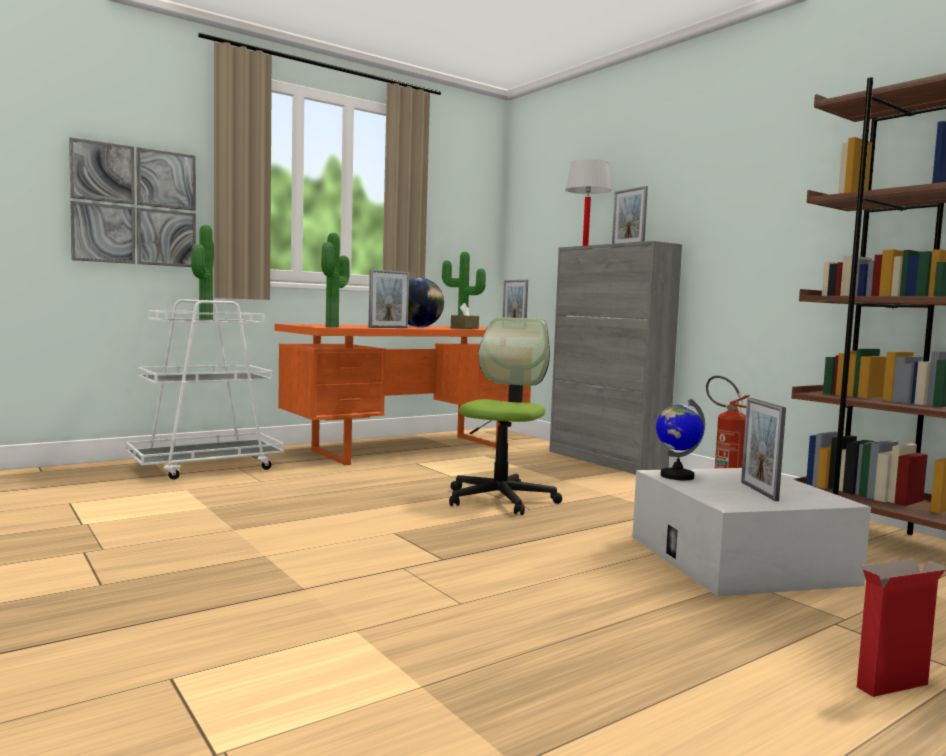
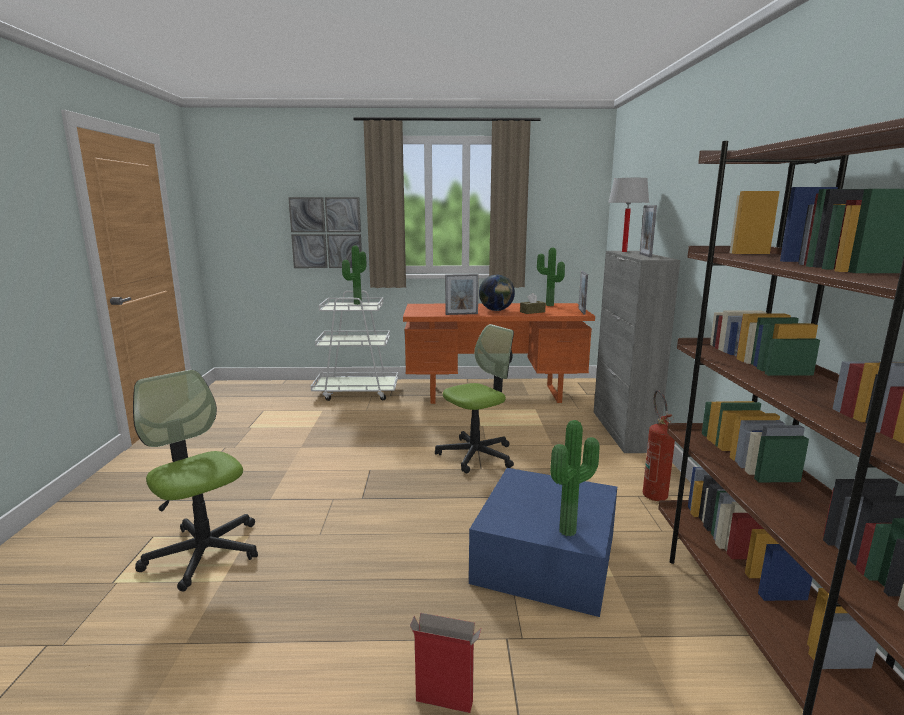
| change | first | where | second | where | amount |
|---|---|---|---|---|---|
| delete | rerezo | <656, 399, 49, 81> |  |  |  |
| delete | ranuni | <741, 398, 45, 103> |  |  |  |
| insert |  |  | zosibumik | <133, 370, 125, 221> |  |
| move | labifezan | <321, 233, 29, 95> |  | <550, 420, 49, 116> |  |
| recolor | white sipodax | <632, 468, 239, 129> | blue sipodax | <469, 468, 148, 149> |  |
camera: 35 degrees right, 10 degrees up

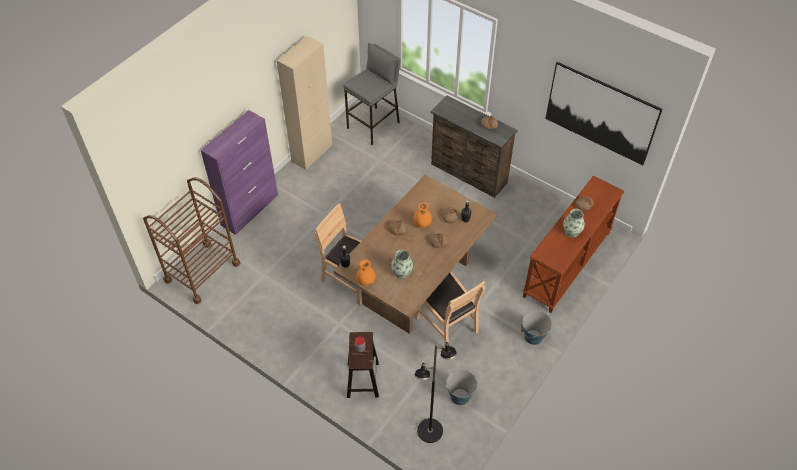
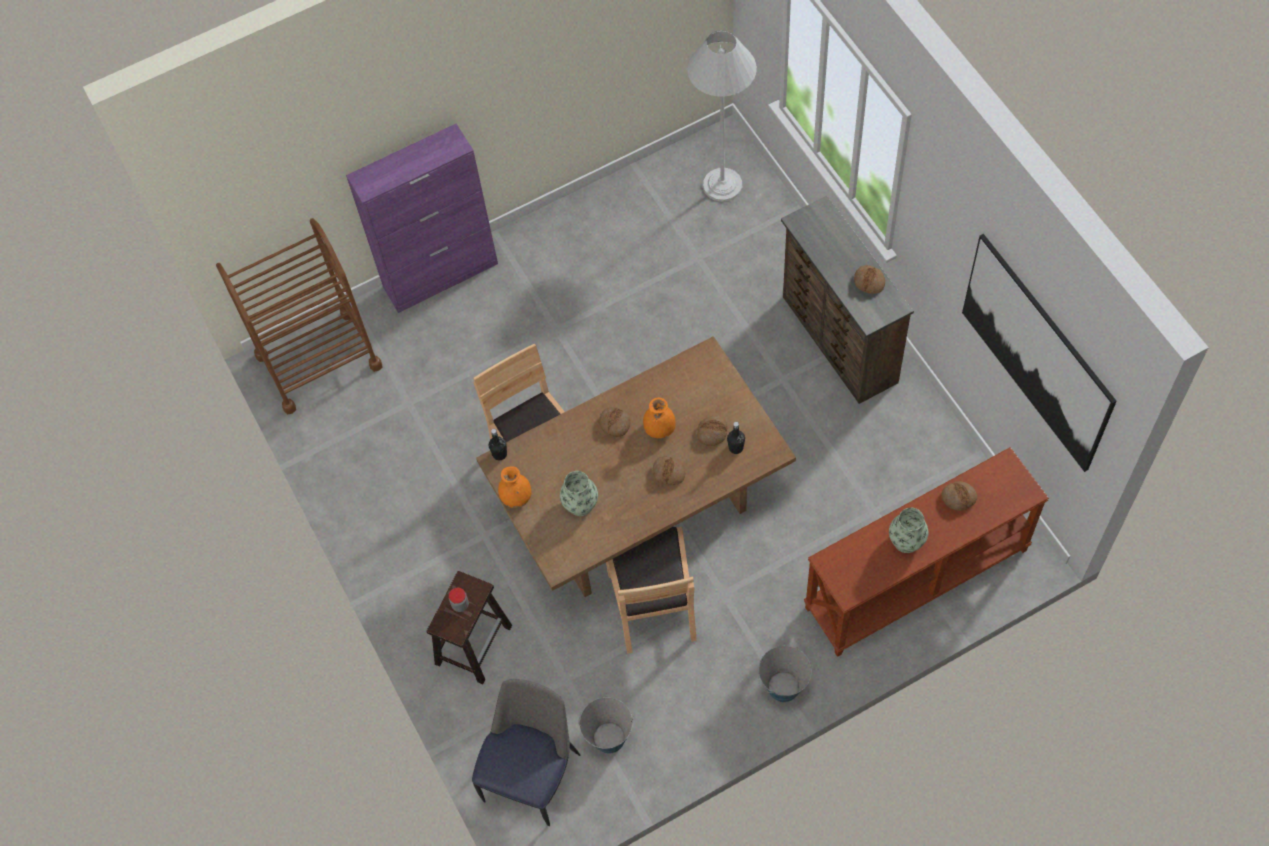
| change | first | where | second | where | amount |
|---|---|---|---|---|---|
| delete | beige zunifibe | <277, 36, 55, 134> |  |  |  |
| replace | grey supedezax | <343, 43, 58, 102> | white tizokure | <687, 30, 70, 172> |  |
| replace | black tizokure | <415, 342, 42, 101> | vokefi | <472, 679, 108, 147> |  |
camera: 30 degrees right, 10 degrees up

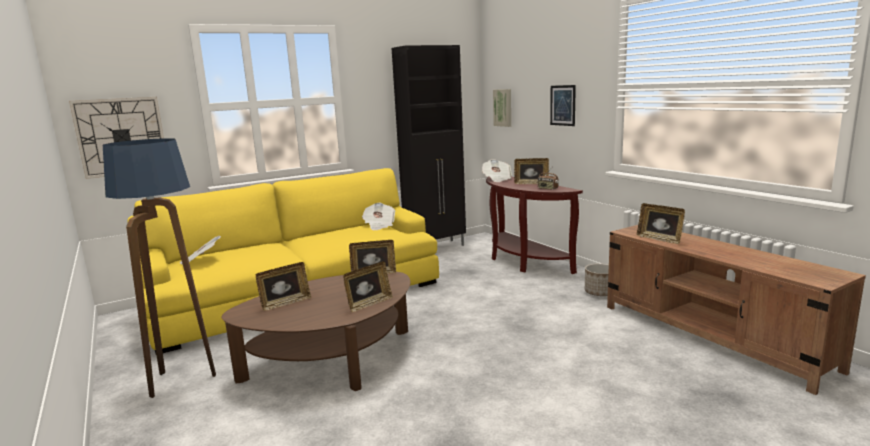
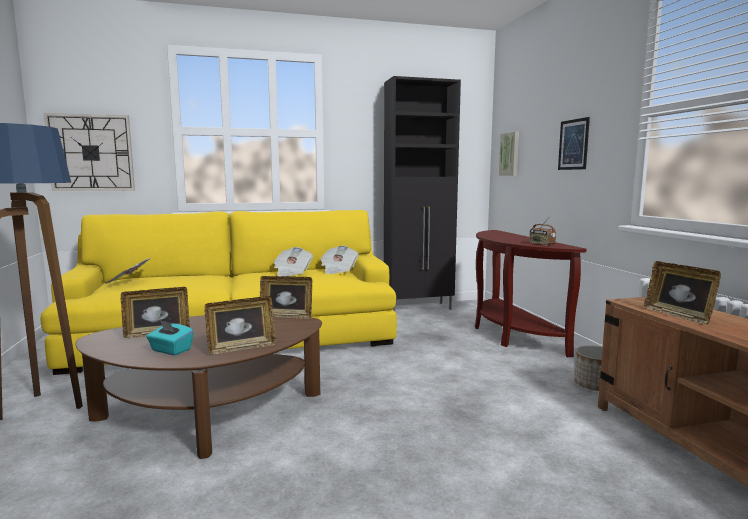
| change | first | where | second | where | amount |
|---|---|---|---|---|---|
| delete | ranuni | <514, 158, 35, 26> |  |  |  |
| insert |  |  | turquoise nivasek | <146, 320, 48, 35> |  |
| move | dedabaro | <482, 159, 30, 23> |  | <274, 247, 39, 30> |  |
camera: 15 degrees right, 5 degrees down

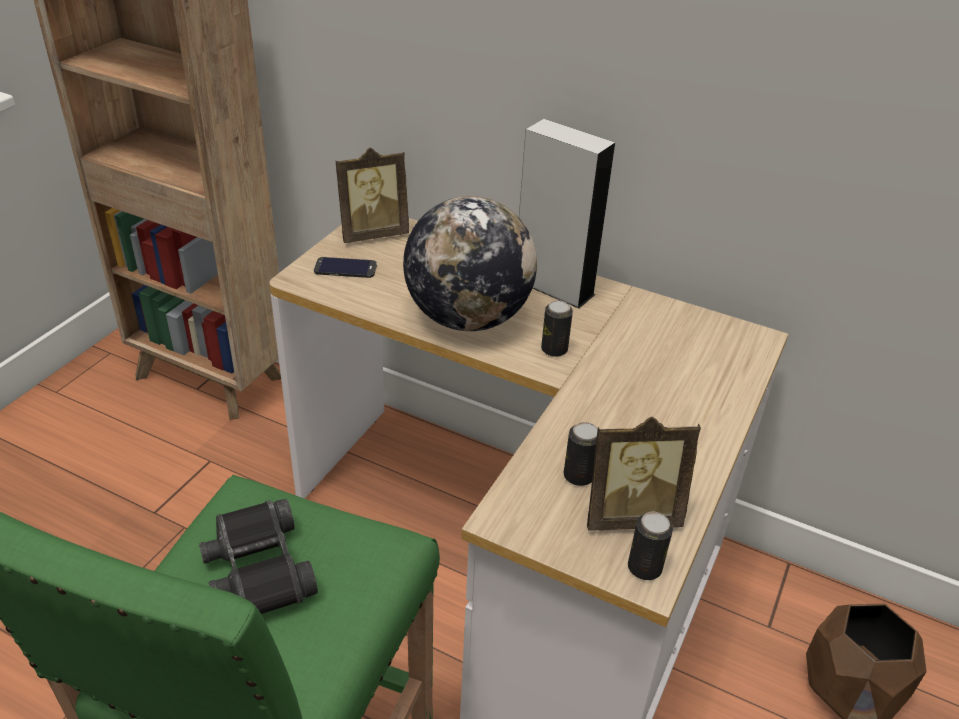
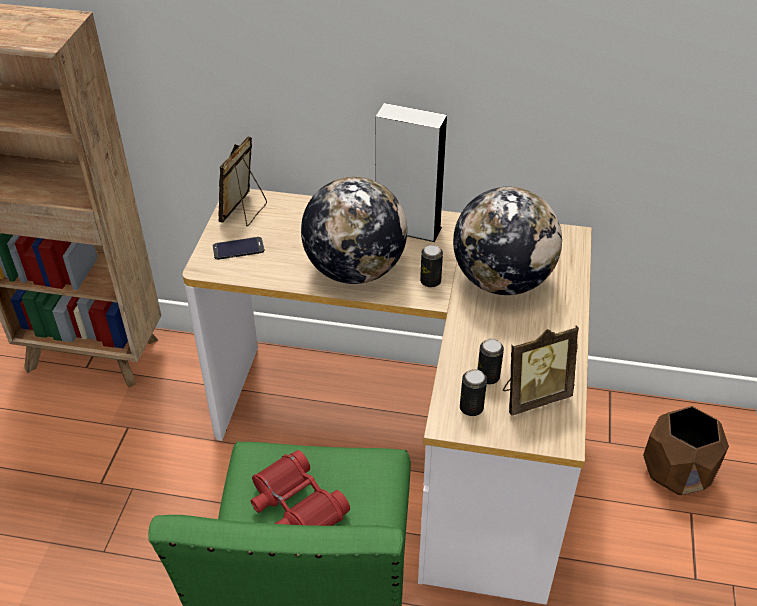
| change | first | where | second | where | amount |
|---|---|---|---|---|---|
| insert |  |  | rerezo | <453, 187, 109, 108> |  |
| move | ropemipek | <628, 512, 45, 68> |  | <460, 369, 27, 47> |  |
| recolor | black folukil | <199, 499, 119, 115> | red folukil | <251, 450, 99, 76> |  |
| rotate | ranuni | <335, 148, 74, 95> |  | <218, 136, 49, 90> | 150 degrees clockwise |
camera: 15 degrees left, 5 degrees up

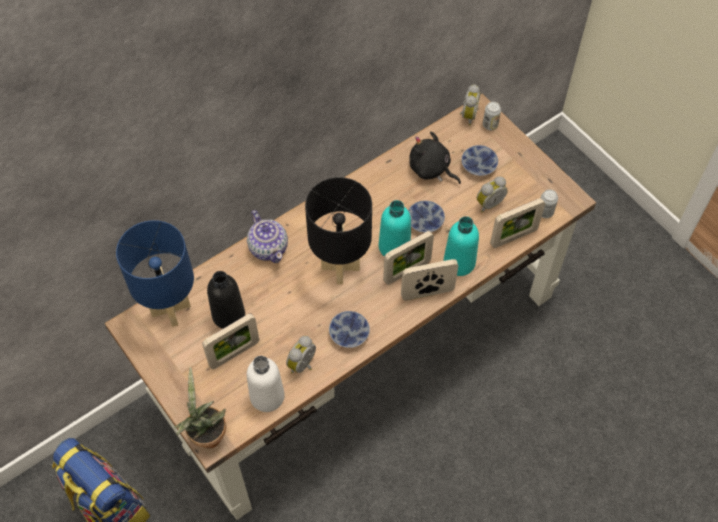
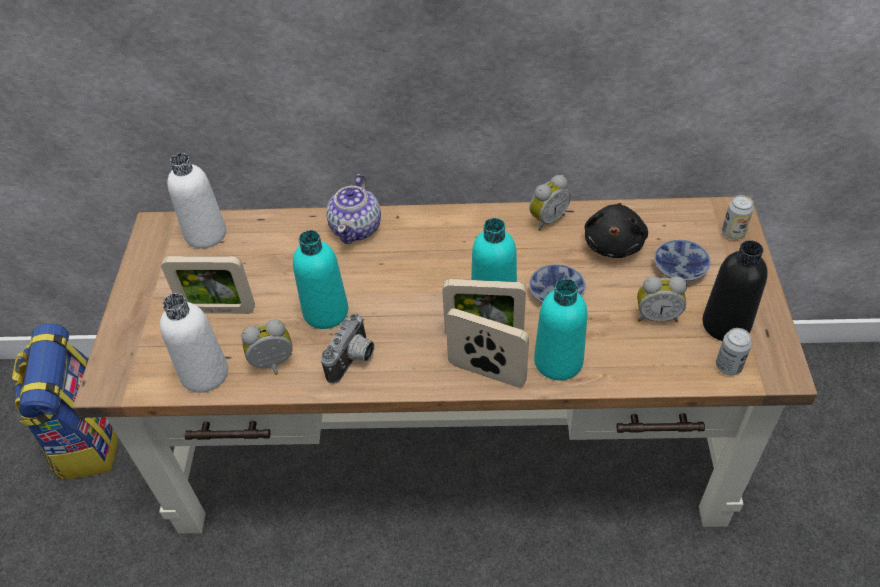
| change | first | where | second | where | amount |
|---|---|---|---|---|---|
| delete | labifezan | <175, 367, 51, 82> |  |  |  |
| delete | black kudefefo | <305, 177, 67, 108> |  |  |  |
| delete | ranuni | <490, 198, 55, 50> |  |  |  |
| insert |  |  | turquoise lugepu | <293, 230, 55, 99> |  |
| move | black lugepu | <207, 271, 38, 58> |  | <702, 240, 66, 101> |  |
| move | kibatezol | <460, 84, 20, 41> |  | <530, 175, 41, 56> |  |
| replace | blue kudefefo | <116, 220, 78, 107> | white lugepu | <167, 153, 59, 96> |  |
| replace | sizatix | <329, 311, 41, 37> | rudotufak | <321, 314, 53, 70> |  |
| rotate | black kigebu | <409, 131, 52, 53> |  | <585, 203, 63, 55> | 150 degrees counterclockwise |
camera: 40 degrees right, 10 degrees down

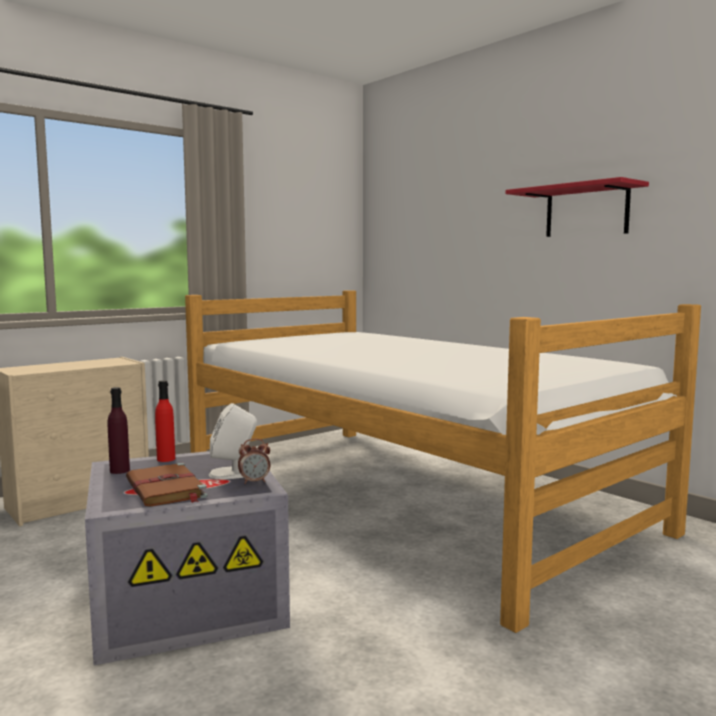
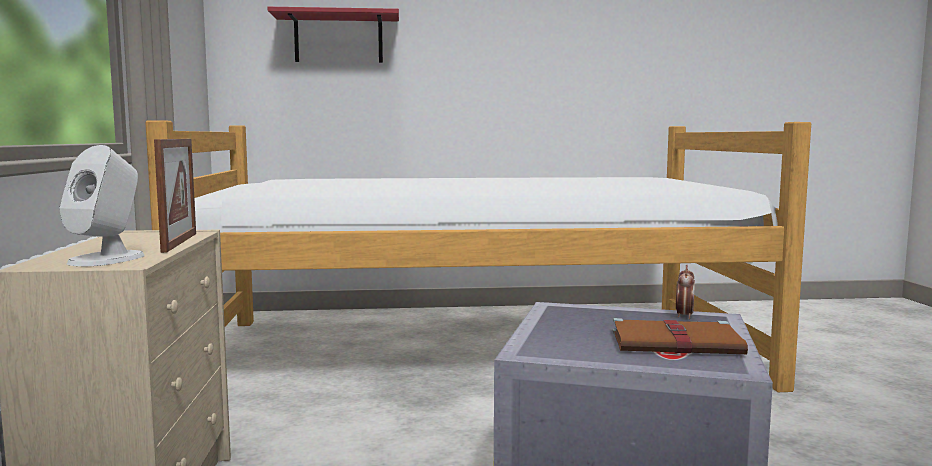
| change | first | where | second | where | amount |
|---|---|---|---|---|---|
| delete | purple lugepu | <108, 387, 22, 87> |  |  |  |
| delete | red lugepu | <155, 380, 20, 82> |  |  |  |
| insert |  |  | ranuni | <154, 139, 42, 114> |  |
| move | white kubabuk | <209, 403, 48, 76> |  | <59, 145, 86, 121> |  |
| move | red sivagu | <505, 177, 144, 60> |  | <267, 7, 132, 56> |  |
camera: 55 degrees left, 0 degrees up

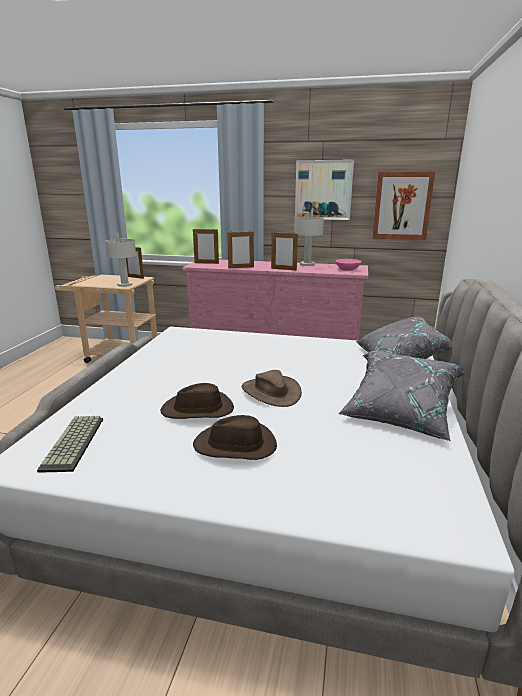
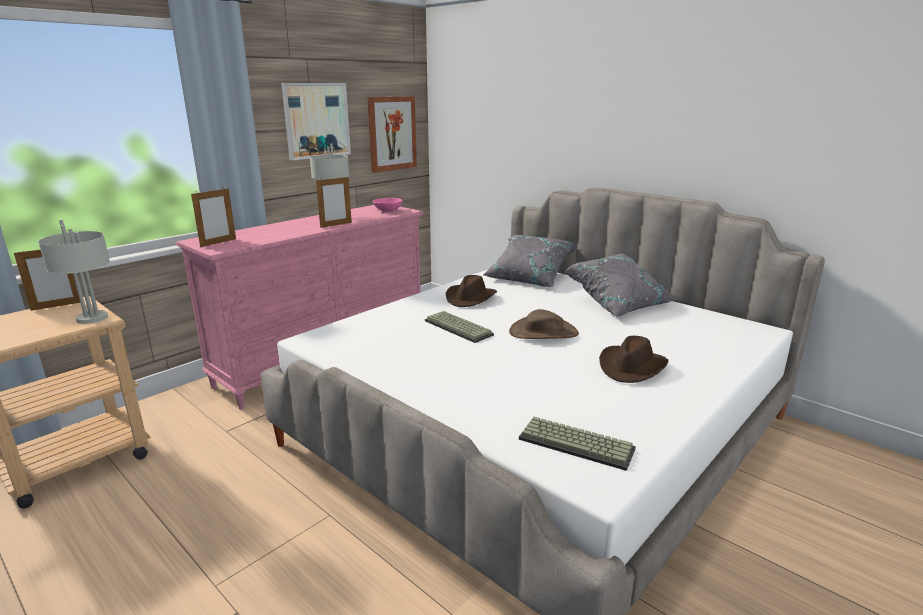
| change | first | where | second | where | amount |
|---|---|---|---|---|---|
| delete | ranuni | <227, 231, 27, 38> |  |  |  |
| insert |  |  | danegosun | <425, 311, 69, 32> |  |
| move | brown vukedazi | <160, 383, 74, 36> |  | <446, 275, 51, 32> |  |
camera: 60 degrees left, 0 degrees up

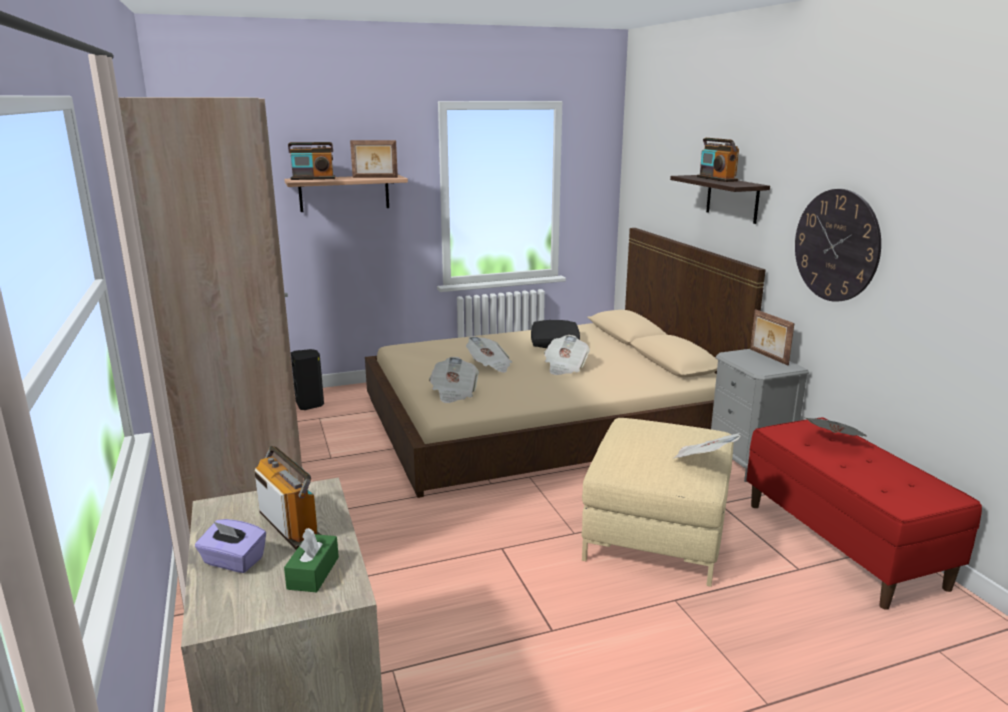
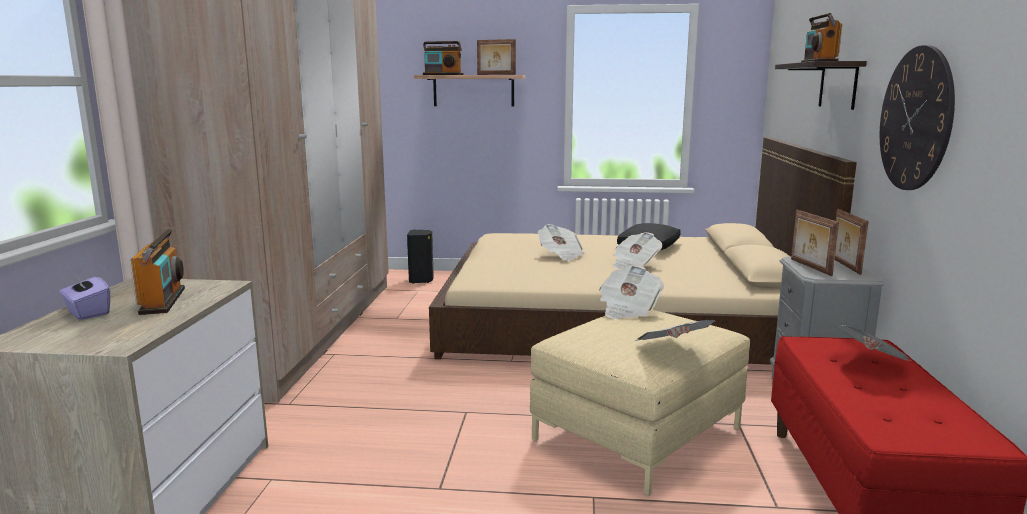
| change | first | where | second | where | amount |
|---|---|---|---|---|---|
| delete | green nivasek | <284, 528, 55, 64> |  |  |  |
| insert |  |  | ranuni | <791, 210, 48, 66> |  |
| move | dedabaro | <429, 357, 50, 46> |  | <599, 265, 65, 54> |  |
camera: 25 degrees right, 5 degrees down

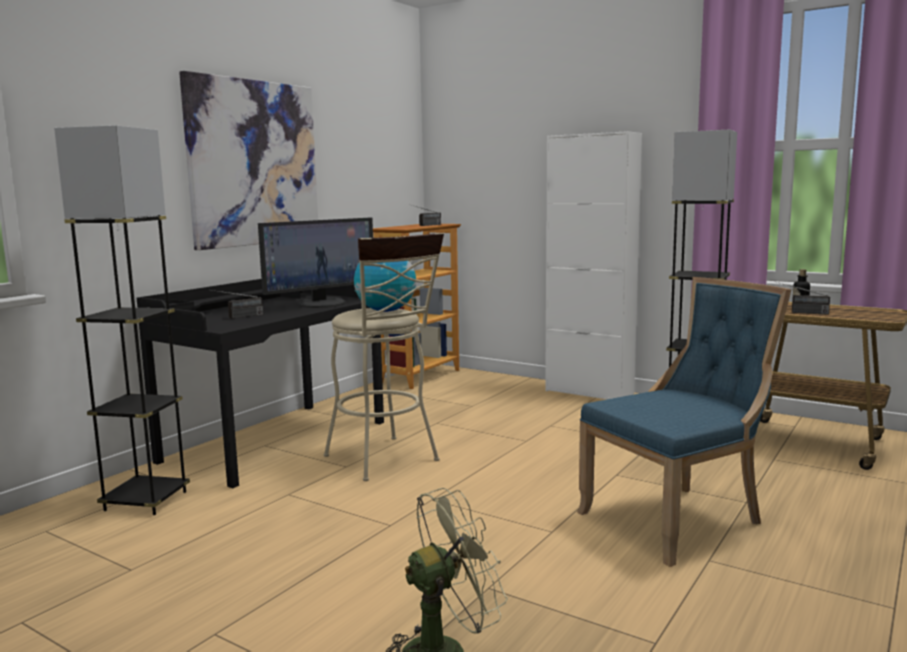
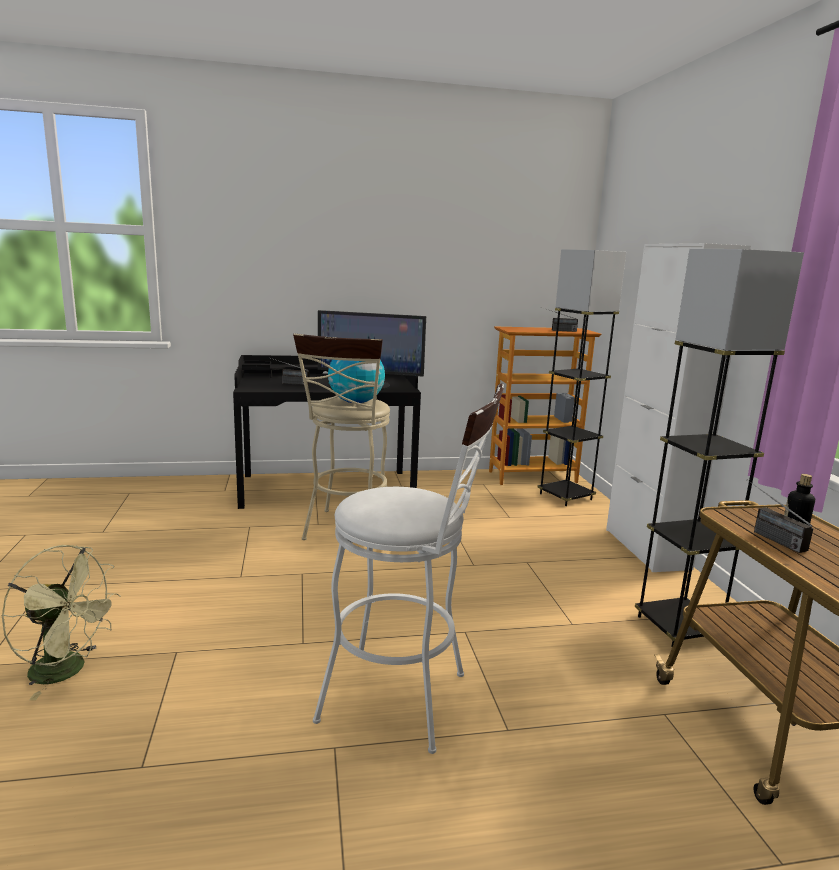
| change | first | where | second | where | amount |
|---|---|---|---|---|---|
| delete | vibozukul | <179, 71, 139, 179> |  |  |  |
| move | grey tizokure | <54, 125, 136, 390> |  | <537, 249, 89, 257> |  |
| replace | blue vokefi | <577, 277, 214, 290> | white supedezax | <313, 384, 191, 370> |  |
camera: 45 degrees right, 5 degrees up

